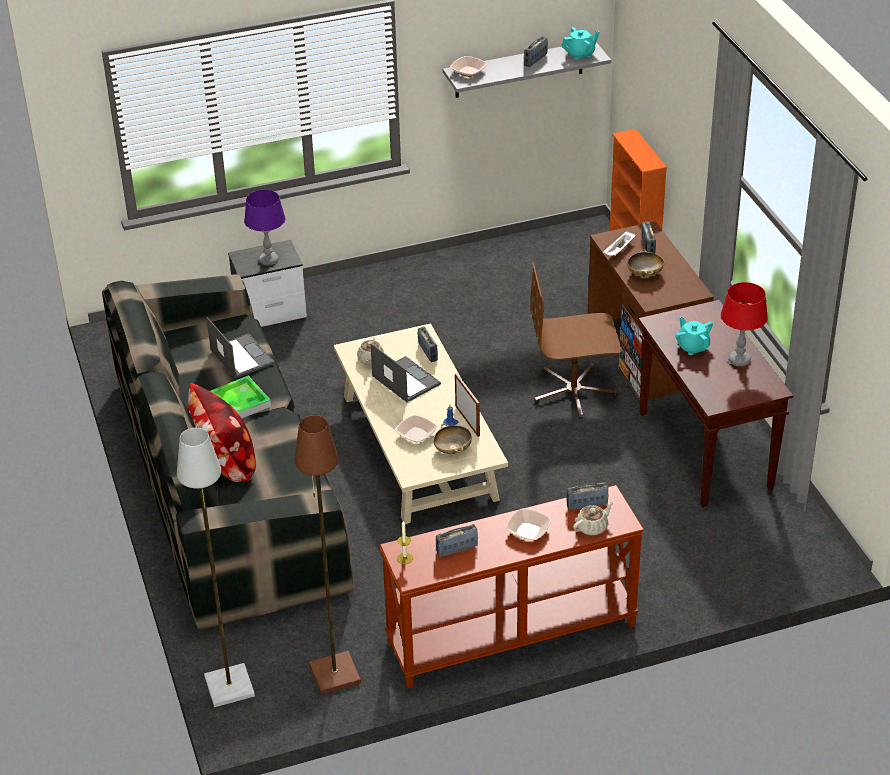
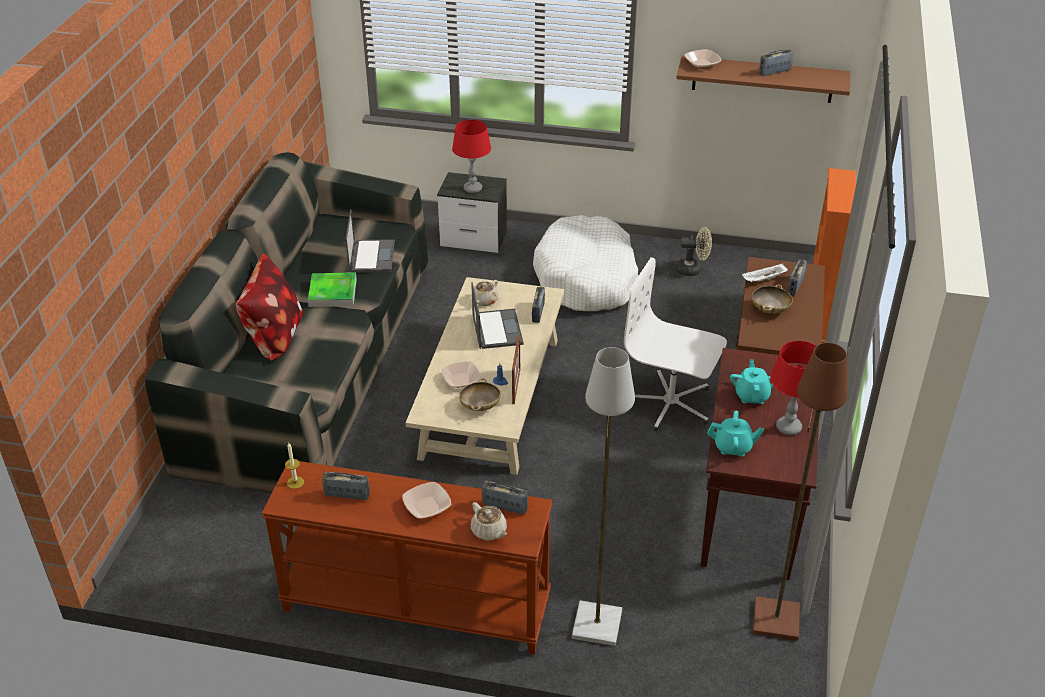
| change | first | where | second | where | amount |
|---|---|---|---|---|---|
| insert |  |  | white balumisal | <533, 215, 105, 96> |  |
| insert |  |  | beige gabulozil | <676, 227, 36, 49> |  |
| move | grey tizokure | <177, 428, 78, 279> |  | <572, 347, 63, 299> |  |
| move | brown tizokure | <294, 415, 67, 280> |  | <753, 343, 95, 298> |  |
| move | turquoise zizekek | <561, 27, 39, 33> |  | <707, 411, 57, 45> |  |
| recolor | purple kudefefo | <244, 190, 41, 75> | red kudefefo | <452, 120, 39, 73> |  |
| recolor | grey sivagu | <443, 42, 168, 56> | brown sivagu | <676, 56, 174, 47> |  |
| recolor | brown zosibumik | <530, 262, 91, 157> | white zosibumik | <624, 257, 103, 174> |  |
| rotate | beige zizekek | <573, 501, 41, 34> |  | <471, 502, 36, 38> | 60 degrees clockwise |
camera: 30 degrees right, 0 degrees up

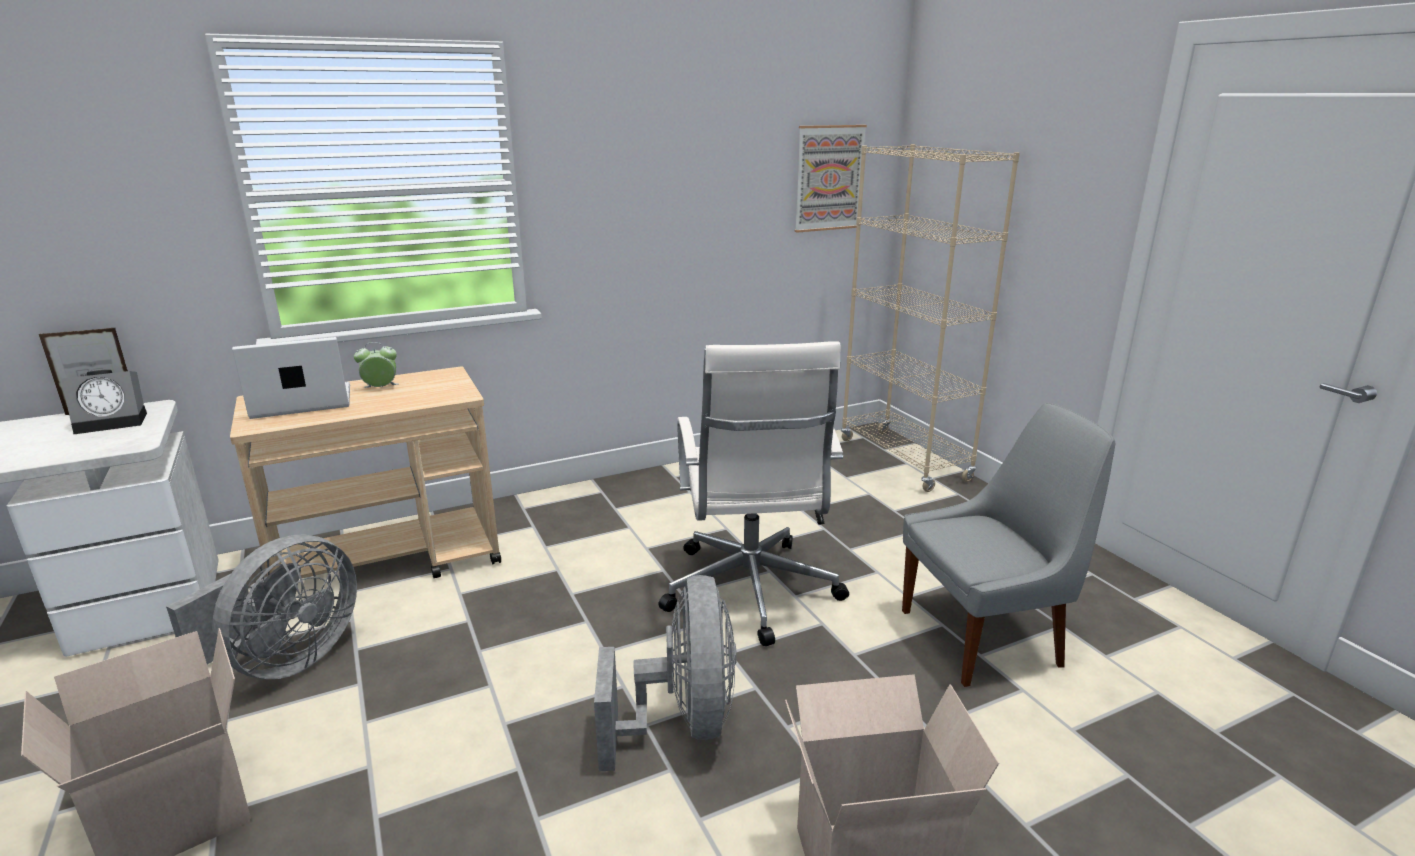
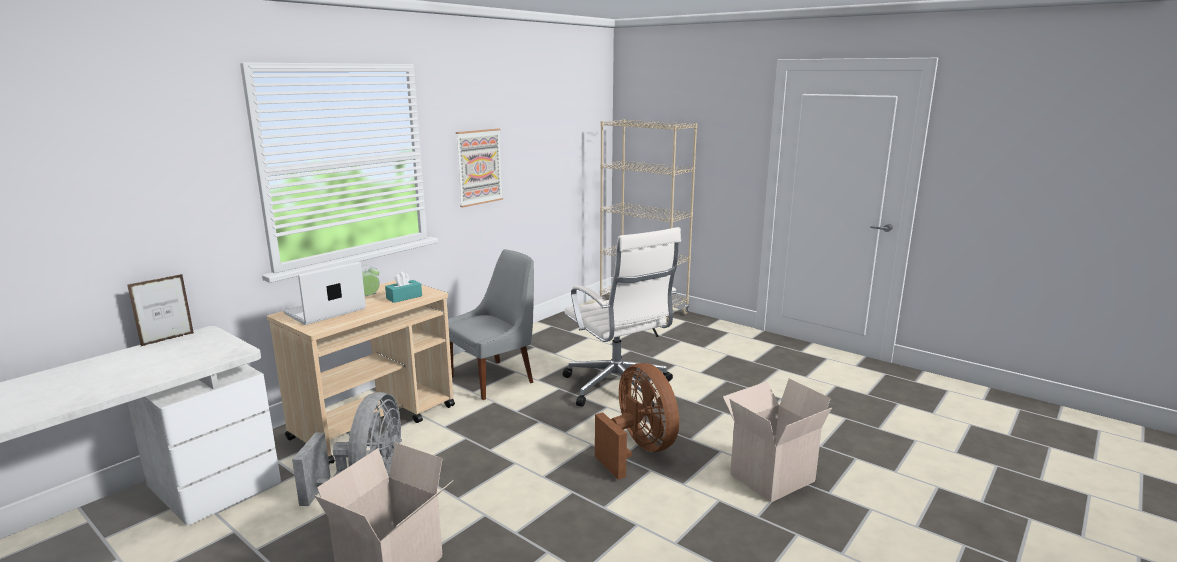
| change | first | where | second | where | amount |
|---|---|---|---|---|---|
| delete | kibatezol | <61, 370, 86, 64> |  |  |  |
| insert |  |  | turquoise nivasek | <385, 272, 37, 31> |  |
| move | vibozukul | <795, 125, 72, 108> |  | <456, 129, 47, 78> |  |
| move | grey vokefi | <902, 403, 213, 284> |  | <448, 249, 86, 151> |  |
| recolor | grey gabulozil | <594, 575, 143, 196> | brown gabulozil | <595, 363, 84, 117> |  |
camera: 25 degrees left, 5 degrees down

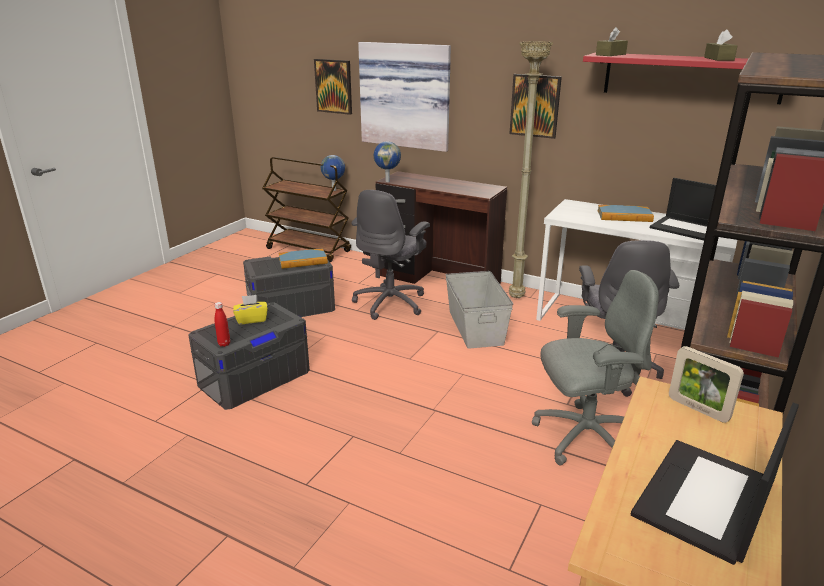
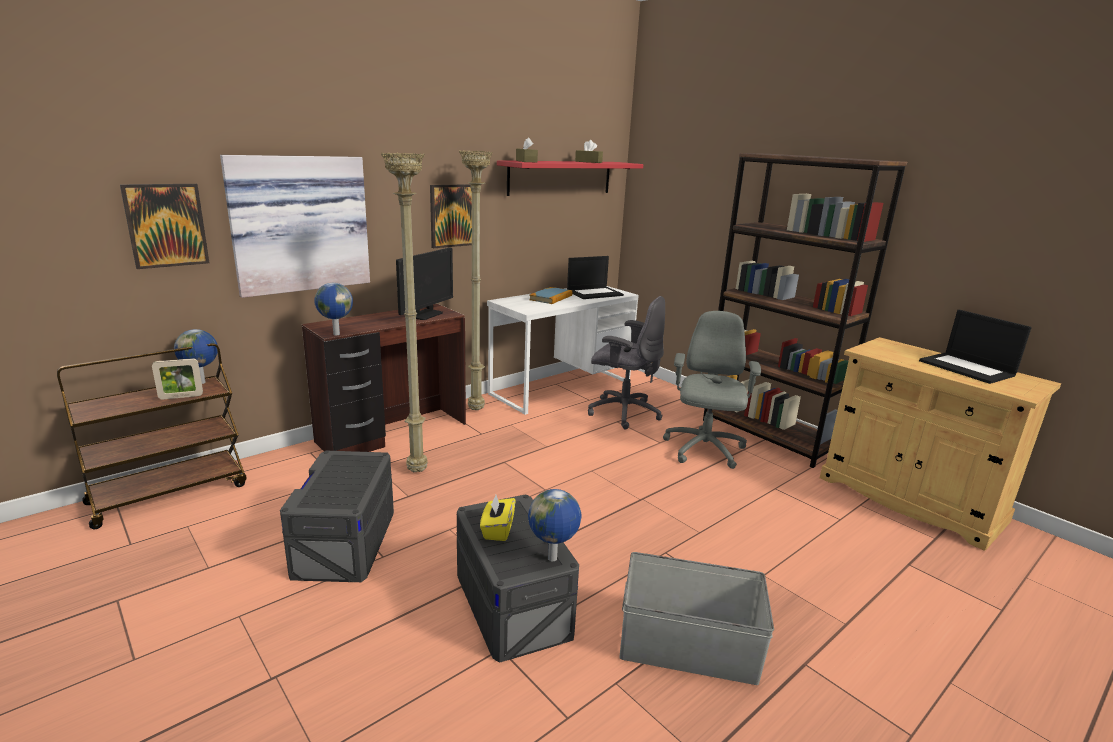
| change | first | where | second | where | amount |
|---|---|---|---|---|---|
| delete | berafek | <278, 248, 50, 21> |  |  |  |
| insert |  |  | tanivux | <396, 248, 57, 72> |  |
| move | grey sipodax | <445, 271, 68, 78> |  | <619, 552, 155, 133> |  |
| move | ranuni | <669, 346, 75, 77> |  | <152, 358, 51, 42> |  |
| replace | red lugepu | <214, 302, 16, 45> | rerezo | <528, 489, 53, 72> |  |
| replace | grey zosibumik | <351, 190, 79, 130> | beige tizokure | <381, 152, 47, 320> |  |
camera: 70 degrees left, 5 degrees down

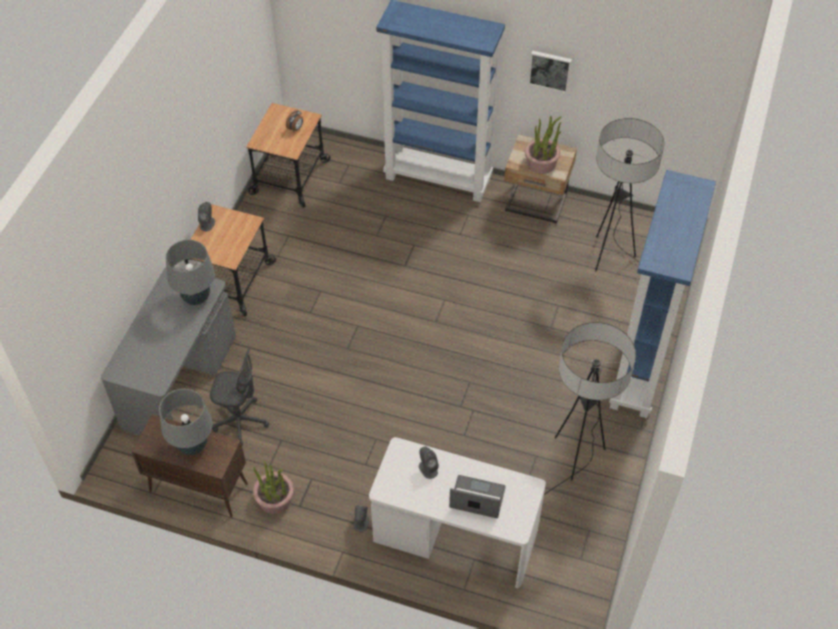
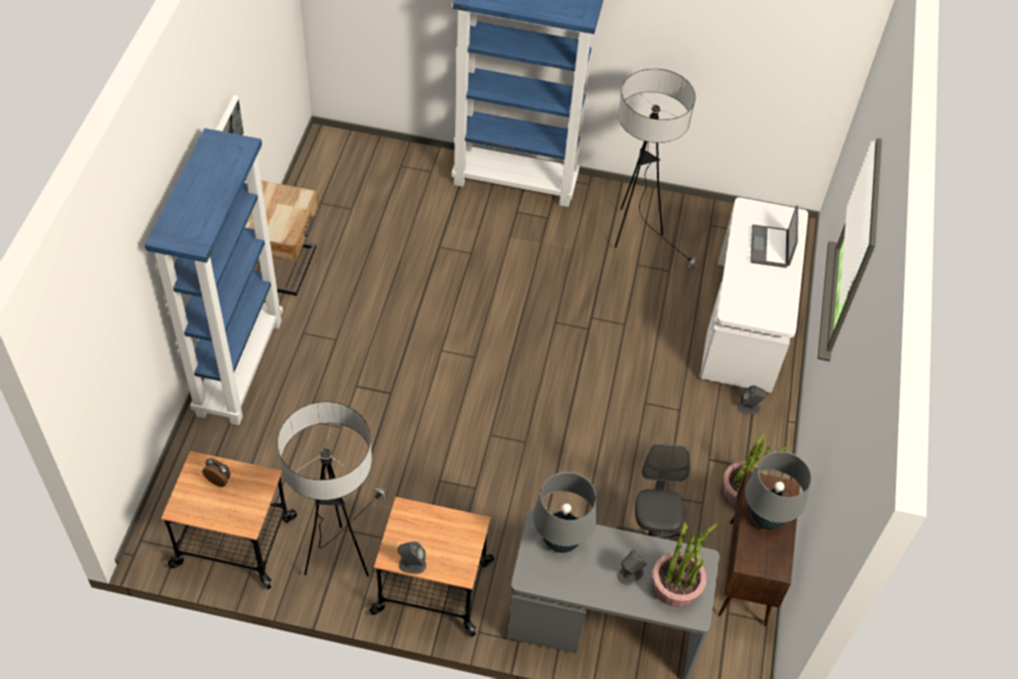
| change | first | where | second | where | amount |
|---|---|---|---|---|---|
| move | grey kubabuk | <419, 446, 20, 33> |  | <617, 549, 30, 36> |  |
| move | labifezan | <525, 116, 37, 58> |  | <652, 522, 66, 85> |  |
| move | tizokure | <595, 118, 69, 153> |  | <277, 402, 109, 175> |  |
camera: 100 degrees left, 0 degrees up

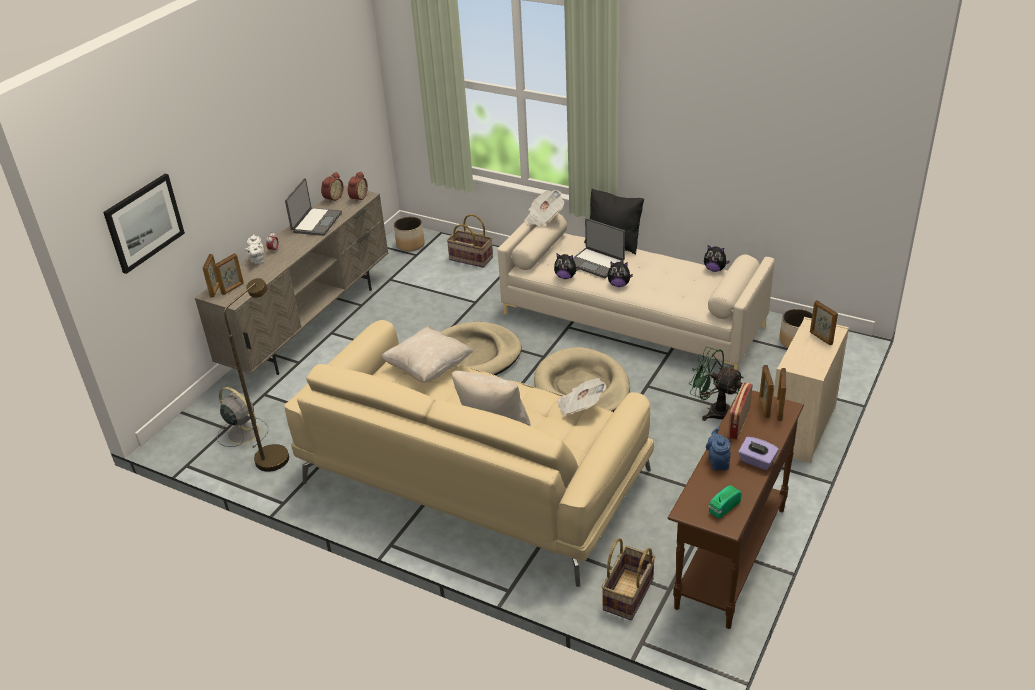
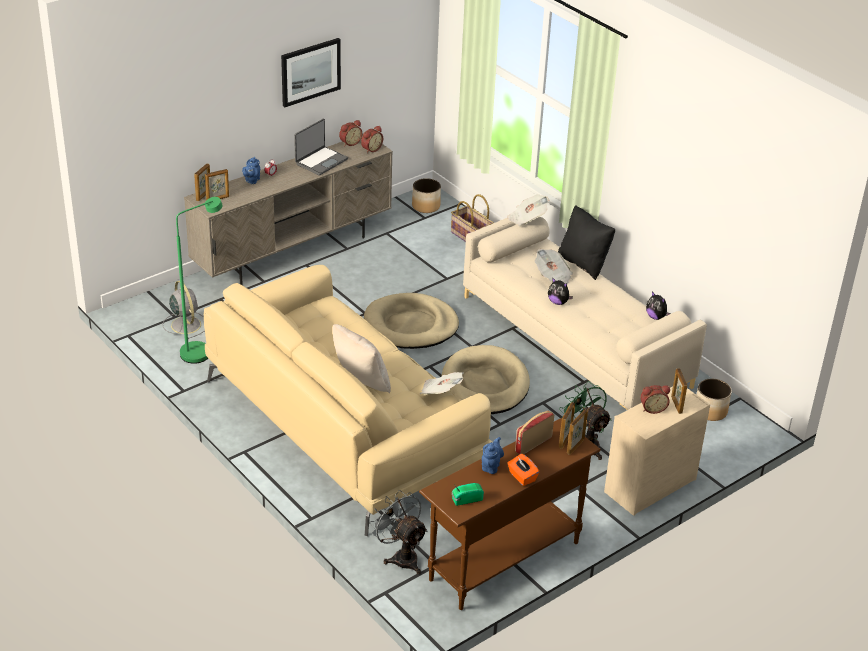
| change | first | where | second | where | amount |
|---|---|---|---|---|---|
| delete | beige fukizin | <381, 325, 93, 57> |  |  |  |
| delete | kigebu | <554, 253, 26, 26> |  |  |  |
| insert |  |  | kibatezol | <640, 385, 30, 29> |  |
| move | vibozukul | <103, 174, 82, 100> |  | <281, 38, 60, 69> |  |
| replace | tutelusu | <573, 218, 52, 60> | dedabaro | <535, 249, 38, 36> |  |
| replace | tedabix | <602, 538, 53, 82> | grey gabulozil | <369, 490, 59, 84> |  |
| recolor | brown tizokure | <224, 278, 65, 194> | green tizokure | <176, 197, 47, 167> |  |
| recolor | white zizekek | <245, 234, 20, 30> | blue zizekek | <242, 157, 18, 27> |  |
| recolor | purple nivasek | <738, 437, 41, 33> | orange nivasek | <507, 454, 32, 32> |  |
camera: 20 degrees right, 0 degrees up

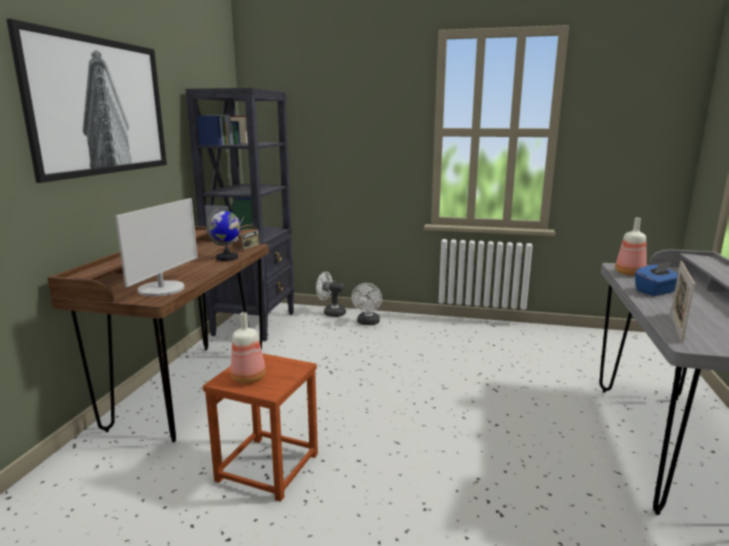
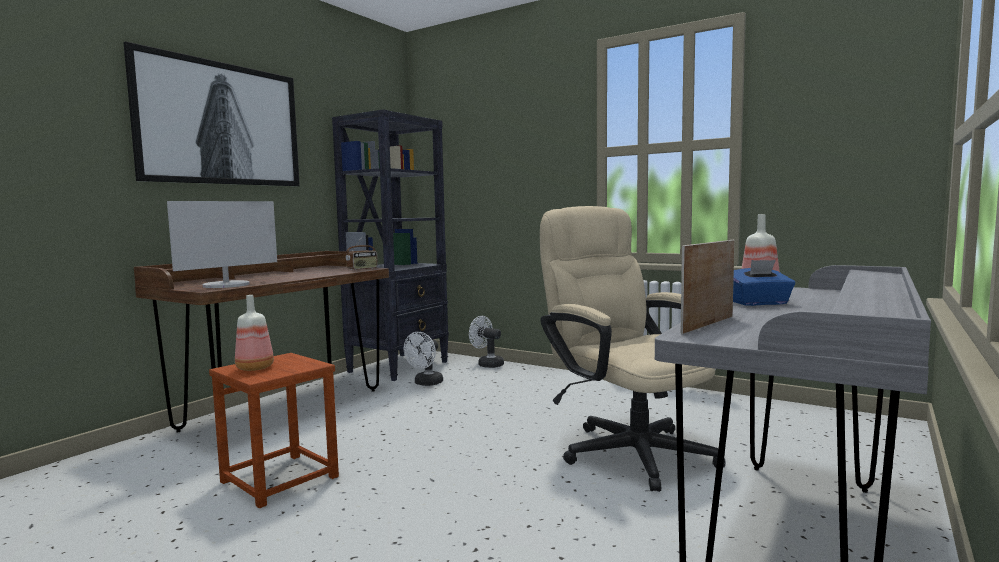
| change | first | where | second | where | amount |
|---|---|---|---|---|---|
| delete | rerezo | <207, 208, 34, 53> |  |  |  |
| insert |  |  | beige zosibumik | <540, 206, 185, 286> |  |
| move | white gabulozil | <352, 283, 30, 42> |  | <404, 332, 39, 54> |  |
camera: 20 degrees right, 10 degrees down

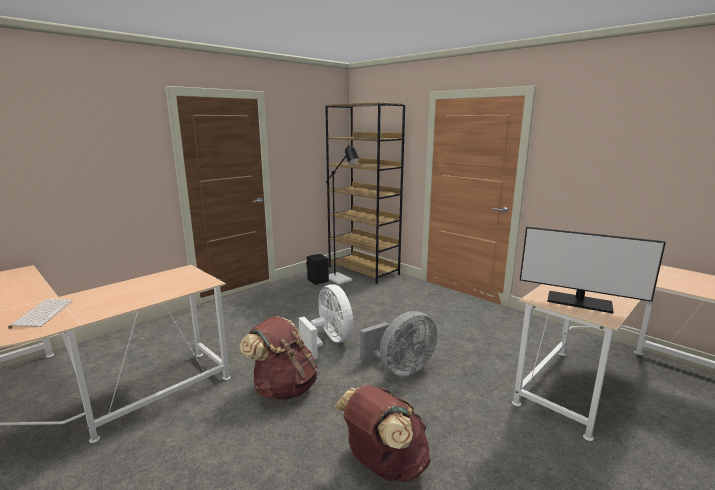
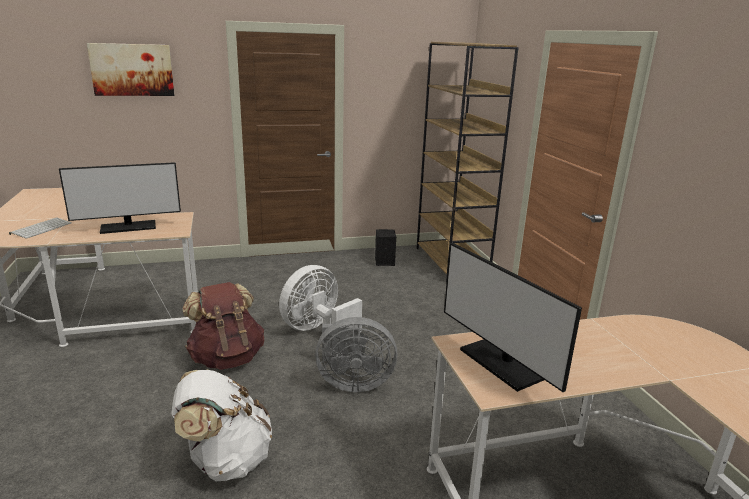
| change | first | where | second | where | amount |
|---|---|---|---|---|---|
| delete | black tizokure | <323, 145, 37, 139> |  |  |  |
| insert |  |  | tanivux | <59, 162, 122, 72> |  |
| insert |  |  | vibozukul | <87, 43, 87, 53> |  |
| recolor | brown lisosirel | <334, 385, 97, 97> | white lisosirel | <171, 370, 101, 111> |  |
| rotate | white gabulozil | <299, 284, 54, 75> |  | <279, 265, 83, 67> | 135 degrees counterclockwise |
camera: 30 degrees right, 5 degrees up

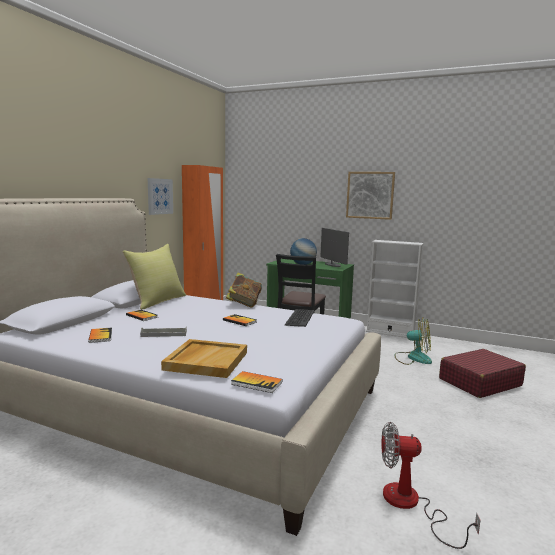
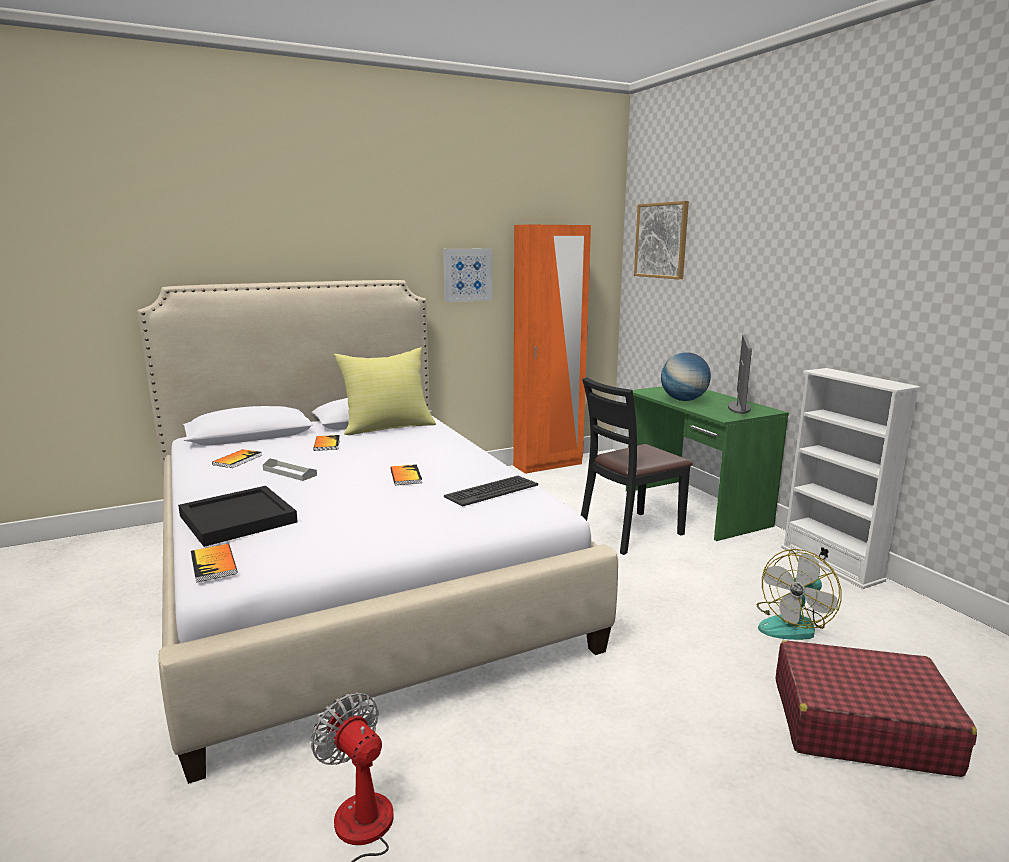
| change | first | where | second | where | amount |
|---|---|---|---|---|---|
| delete | berafek | <226, 273, 36, 35> |  |  |  |
| move | vibozukul | <346, 172, 49, 48> |  | <634, 201, 55, 79> |  |
| recolor | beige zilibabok | <161, 339, 86, 39> | black zilibabok | <178, 486, 120, 61> |  |
| rotate | gabulozil | <394, 317, 38, 48> |  | <757, 549, 85, 91> | 75 degrees clockwise |
camera: 40 degrees right, 5 degrees up

